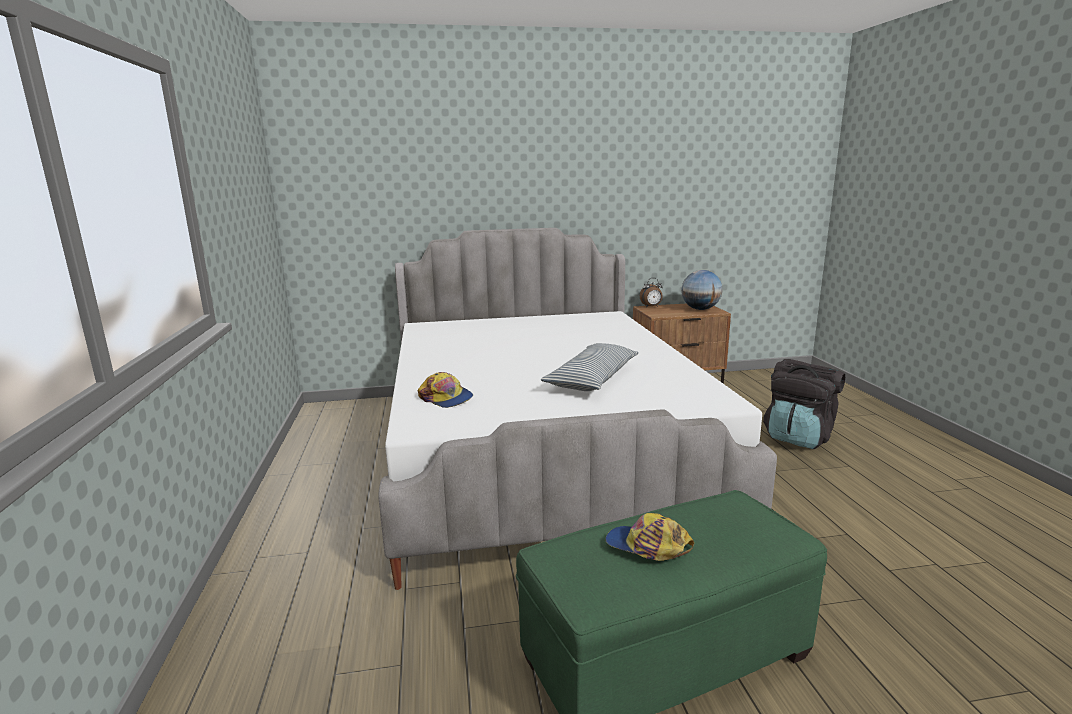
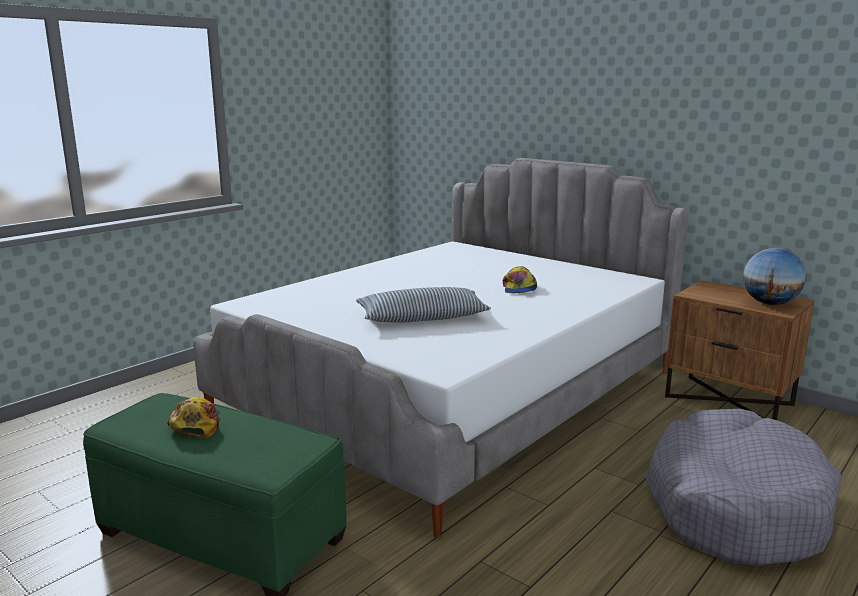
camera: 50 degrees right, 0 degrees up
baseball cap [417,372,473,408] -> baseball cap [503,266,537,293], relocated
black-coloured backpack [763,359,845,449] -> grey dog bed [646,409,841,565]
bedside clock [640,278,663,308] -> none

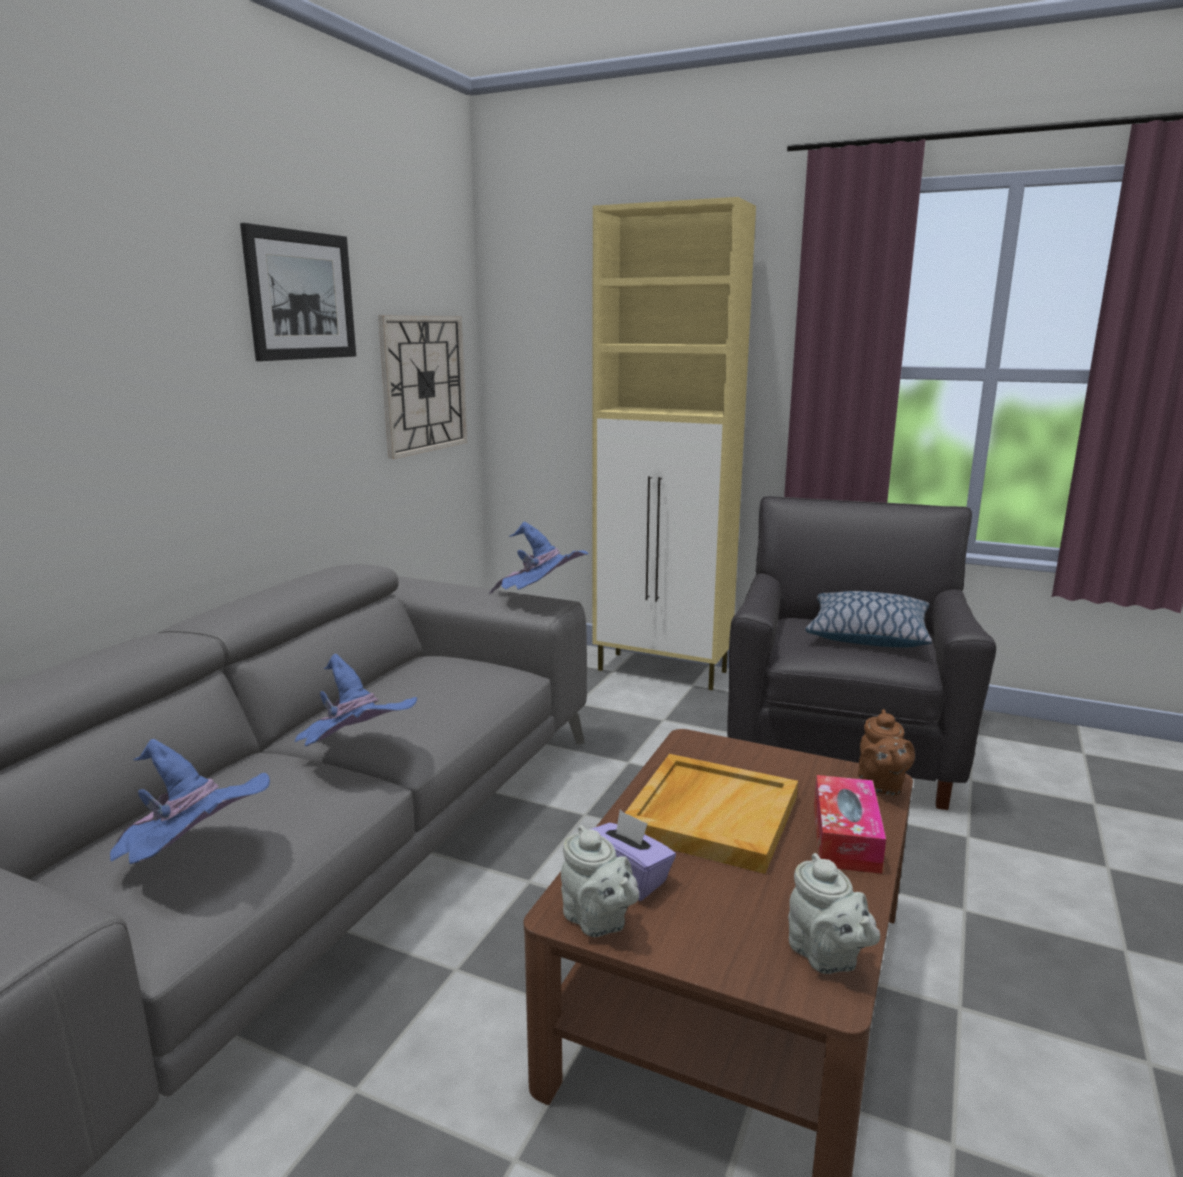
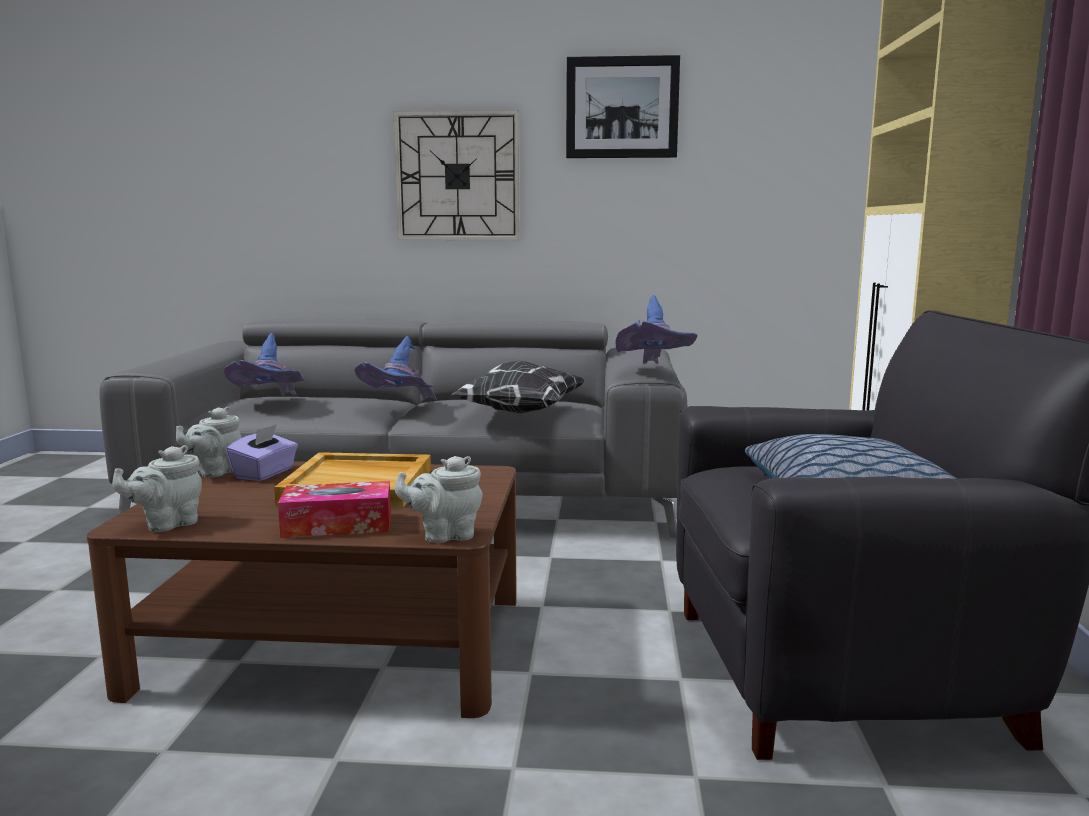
camera: 70 degrees right, 5 degrees down
wall clock [378,315,467,459] -> wall clock [393,110,520,240], relocated
brown-coloured pot for tea [858,709,915,796] -> grey pot for tea [395,456,483,543]
none -> cushion [452,361,585,413]

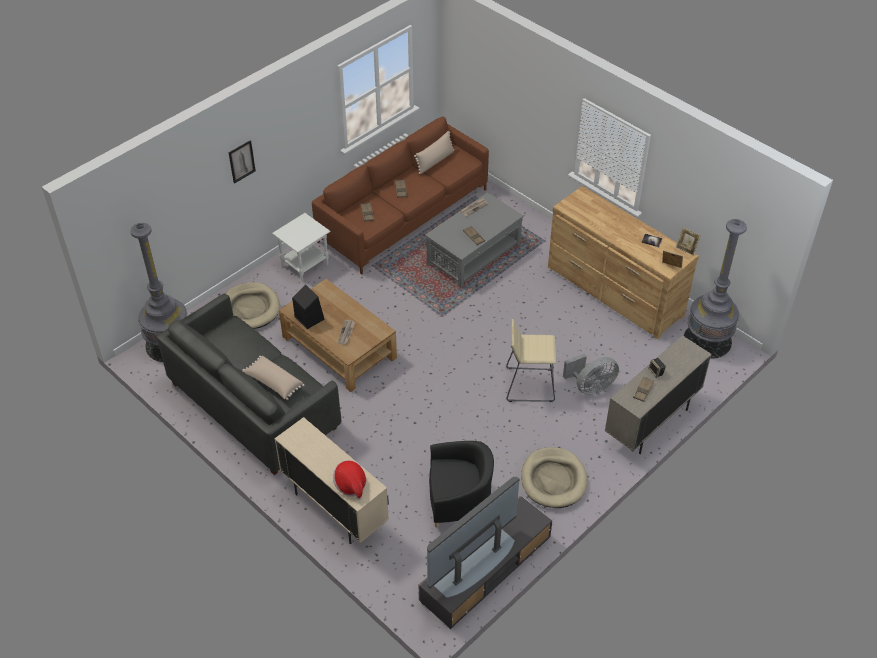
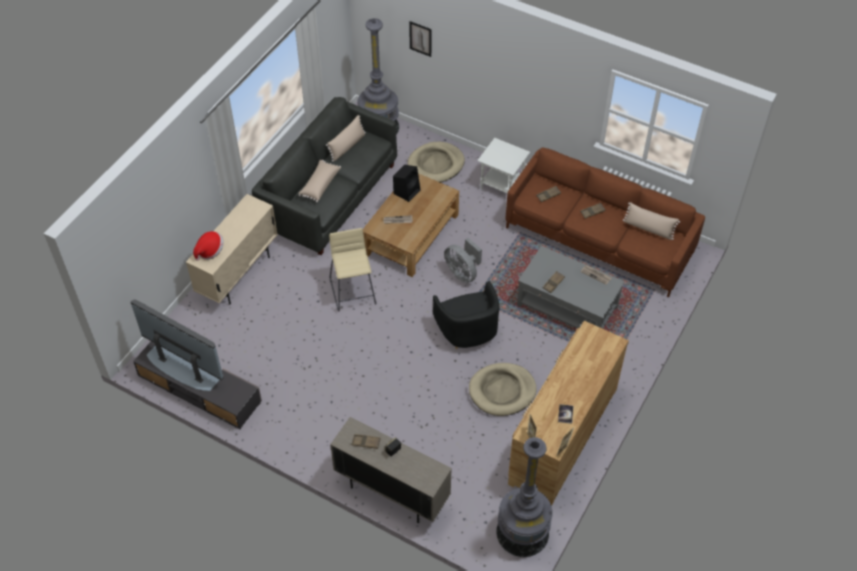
camera: 75 degrees right, 5 degrees up
none -> beige cushion [326,115,366,162]
beige sitting stool [506,319,556,402] -> beige sitting stool [329,228,377,311], relocated
wall picture [229,140,256,184] -> wall picture [409,21,431,57], relocated
black-coloured lounge chair [429,441,494,527] -> black-coloured lounge chair [433,281,499,349], relocated
grey fan [563,353,619,395] -> grey fan [444,238,482,283], relocated
beige dog bed [521,447,588,508] -> beige dog bed [469,363,537,416], relocated

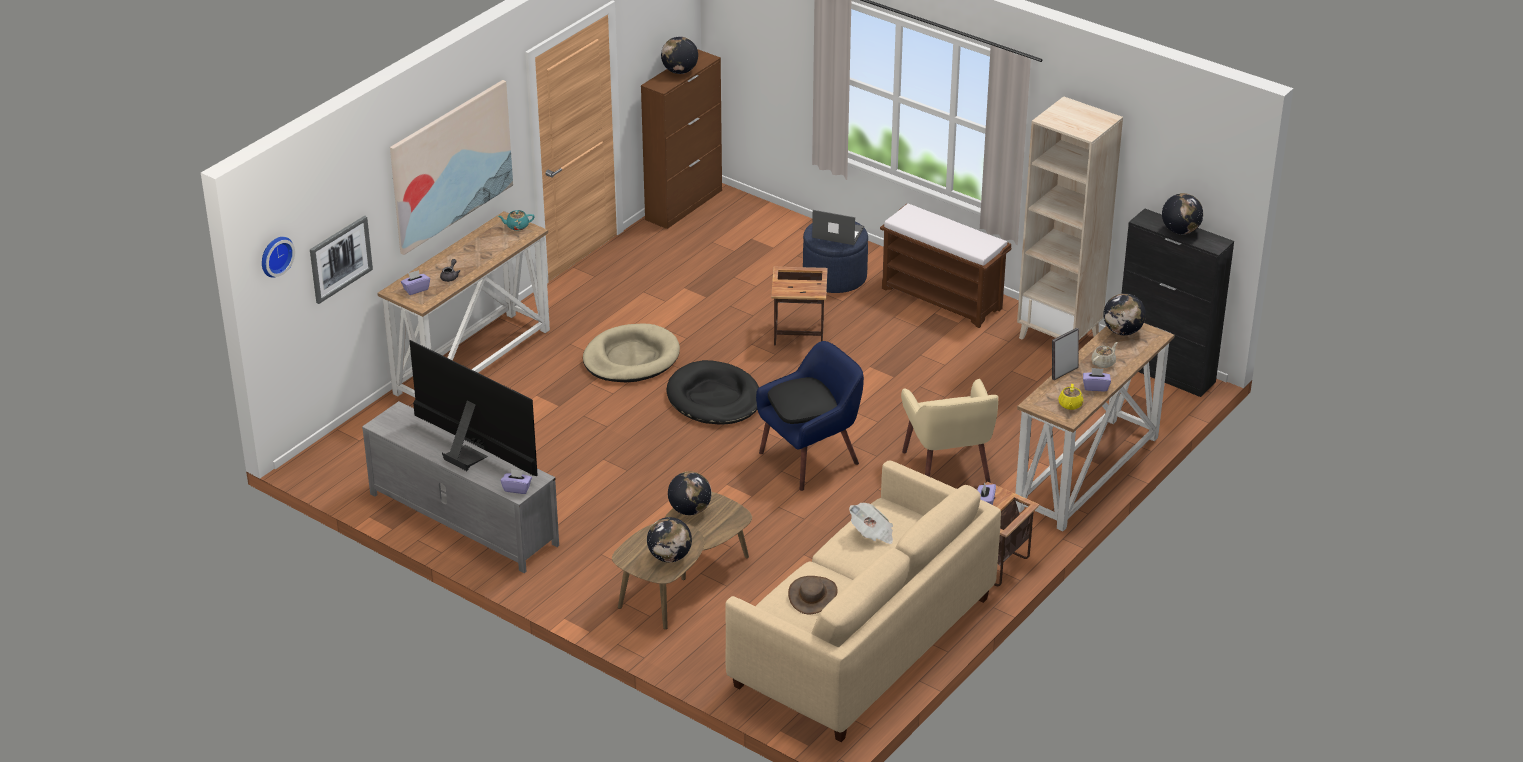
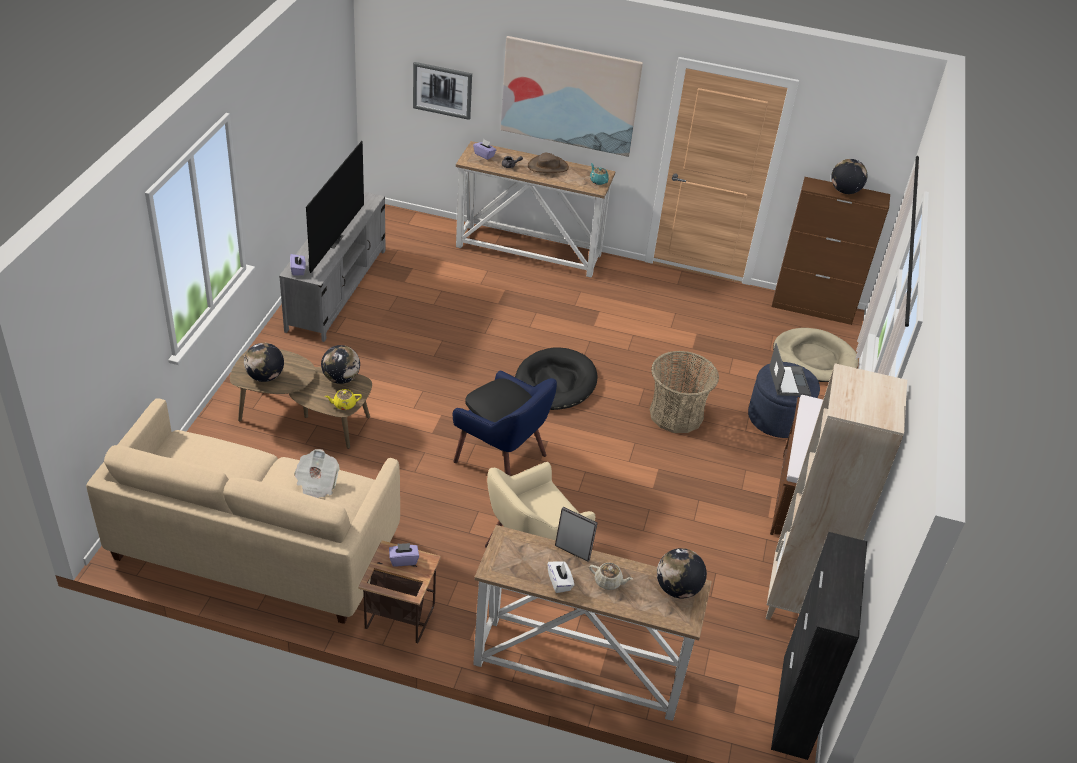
camera: 65 degrees right, 5 degrees up
yellowish pot for tea [1058,384,1084,410] -> yellowish pot for tea [325,389,362,410], relocated
brown-coloured hat [788,576,838,615] -> brown-coloured hat [528,153,569,173], relocated
purplish tissue box [1083,368,1111,391] -> white tissue box [548,562,574,593]
end table [771,267,828,346] -> storage basket [650,351,719,433]
beige dog bed [583,323,680,382] -> beige dog bed [773,328,859,382], relocated
wall clock [262,237,295,278] -> none
globe [1162,193,1204,234] -> none

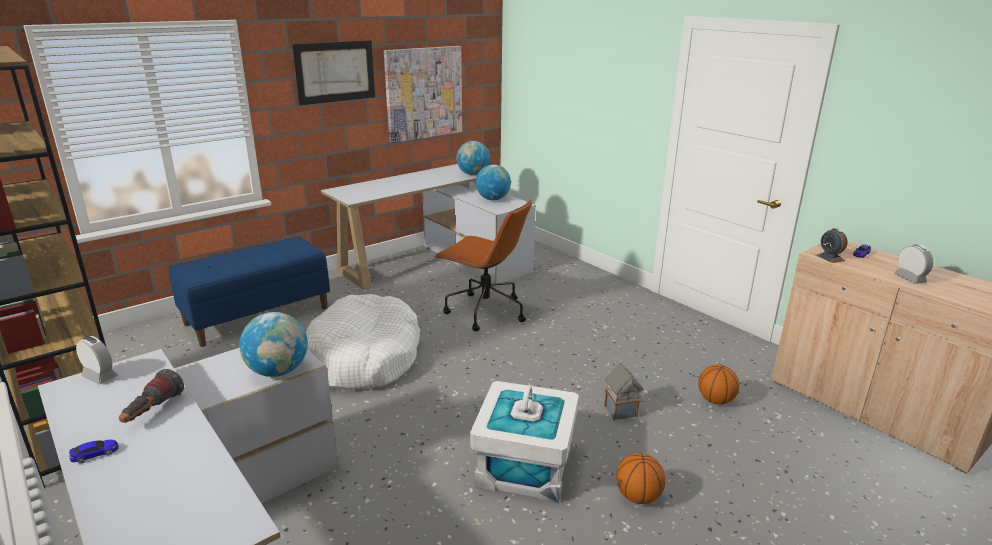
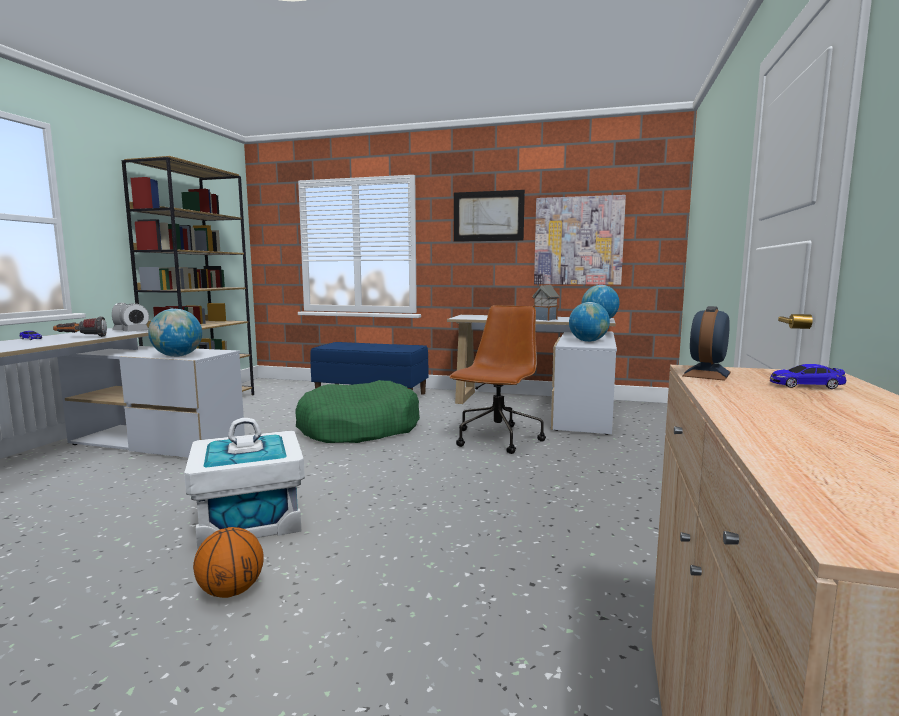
camera: 55 degrees right, 15 degrees down
bedside clock [894,244,933,284] -> bedside clock [120,303,149,332], relocated
white dog bed [306,294,420,390] -> greenish dog bed [295,380,420,443]
brown-coloured computer chair [434,200,532,331] -> brown-coloured computer chair [449,305,546,454], 150 degrees counterclockwise
toy house [604,362,644,421] -> toy house [532,284,560,321], relocated
basketball [698,364,740,405] -> none

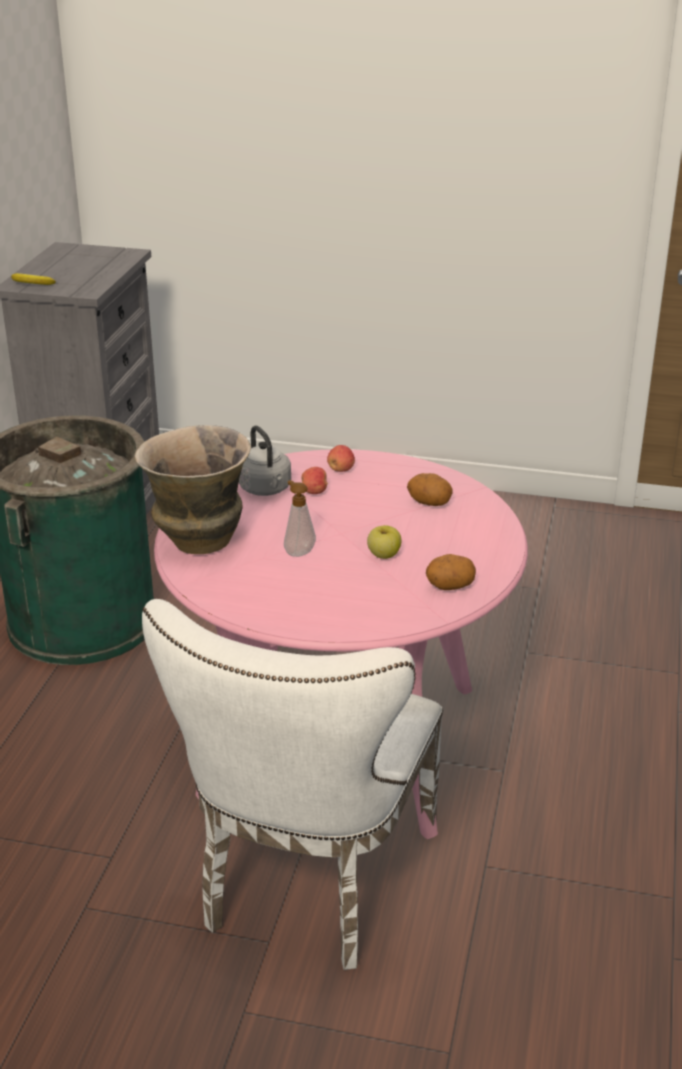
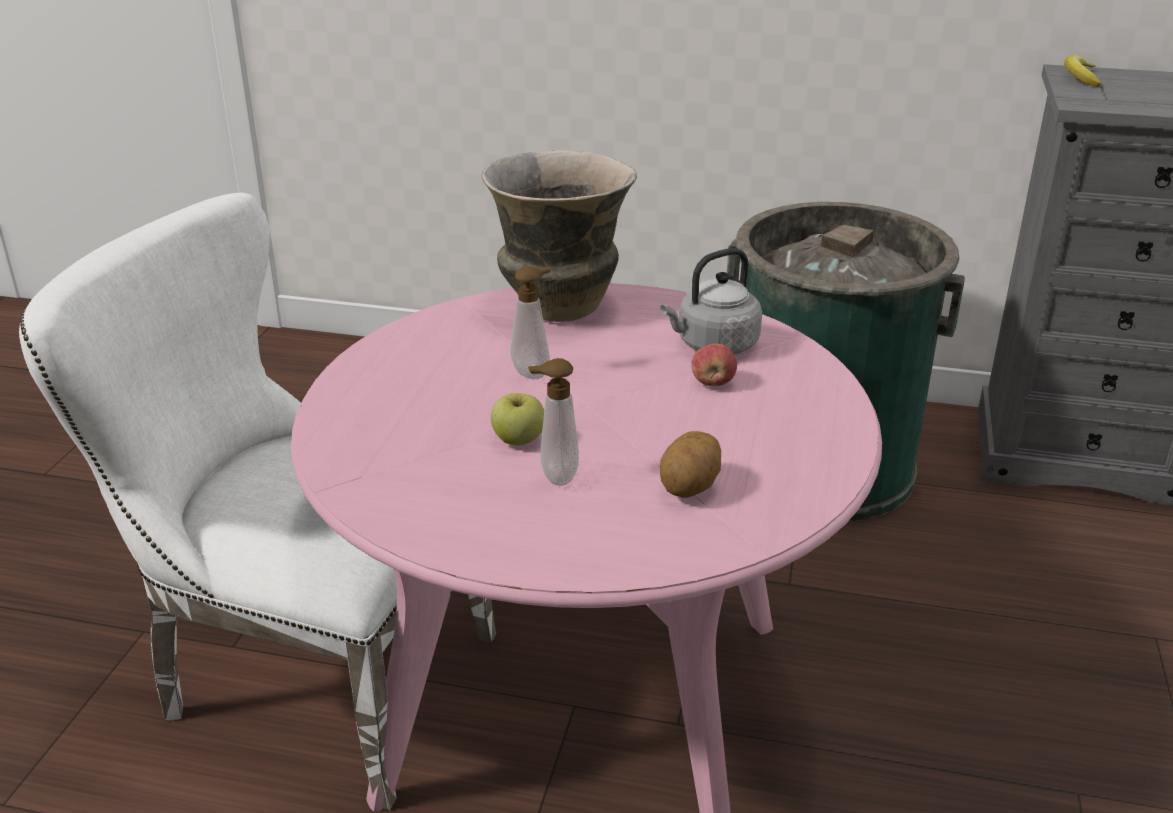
camera: 90 degrees right, 0 degrees up
none -> liquid soap bottle [528,358,579,486]
apple fruit [327,445,355,472] -> none
spud [426,554,476,590] -> none

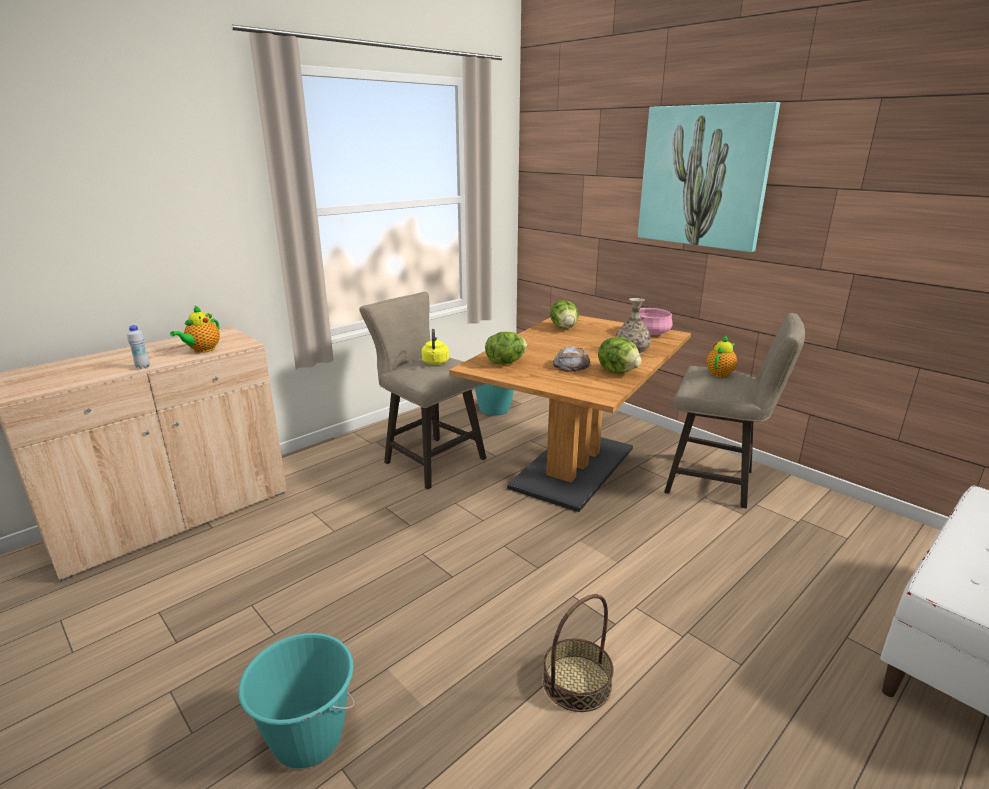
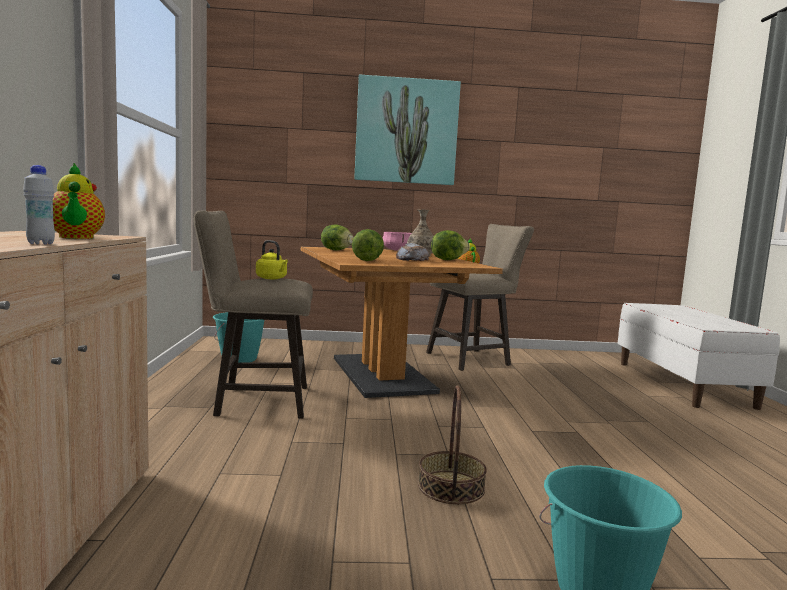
camera: 50 degrees left, 15 degrees down
storage basket [543,594,614,712] -> storage basket [418,385,487,504], relocated

